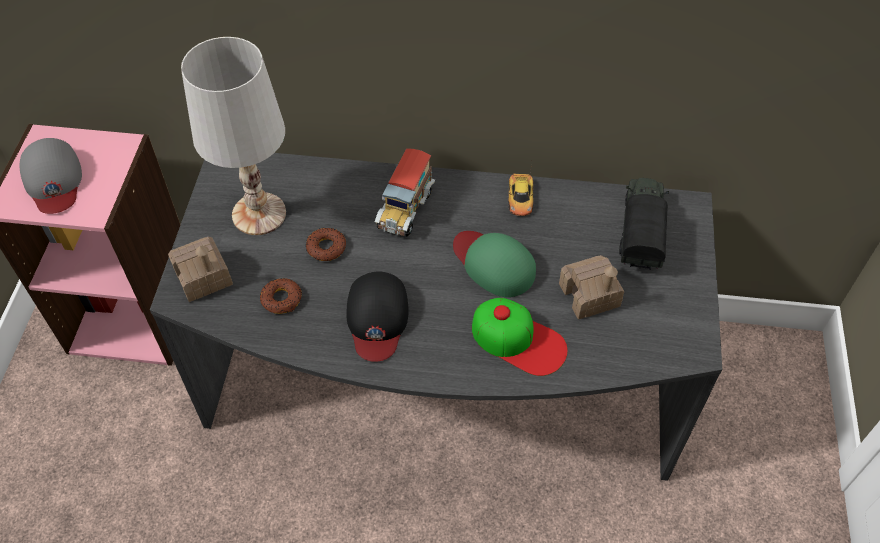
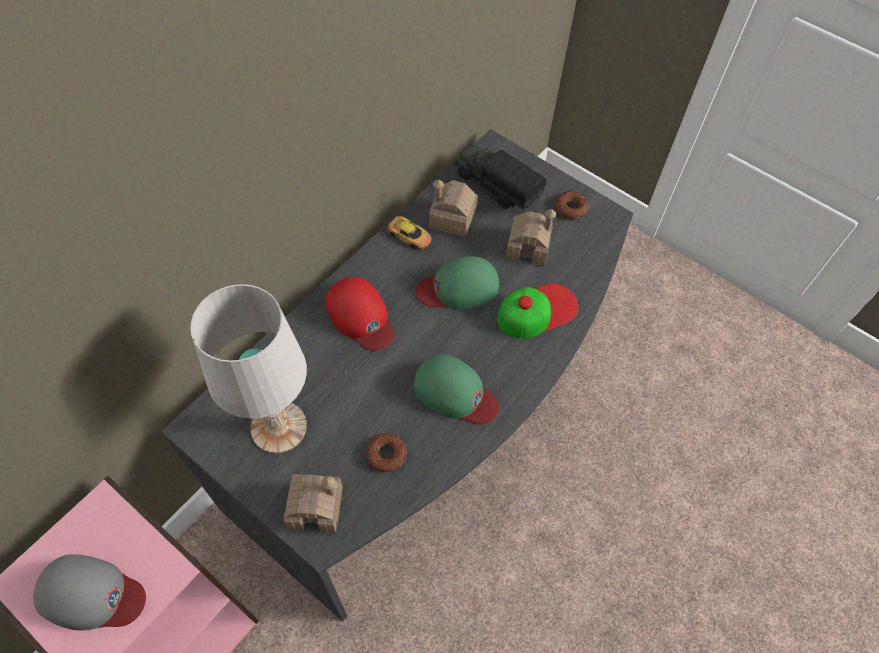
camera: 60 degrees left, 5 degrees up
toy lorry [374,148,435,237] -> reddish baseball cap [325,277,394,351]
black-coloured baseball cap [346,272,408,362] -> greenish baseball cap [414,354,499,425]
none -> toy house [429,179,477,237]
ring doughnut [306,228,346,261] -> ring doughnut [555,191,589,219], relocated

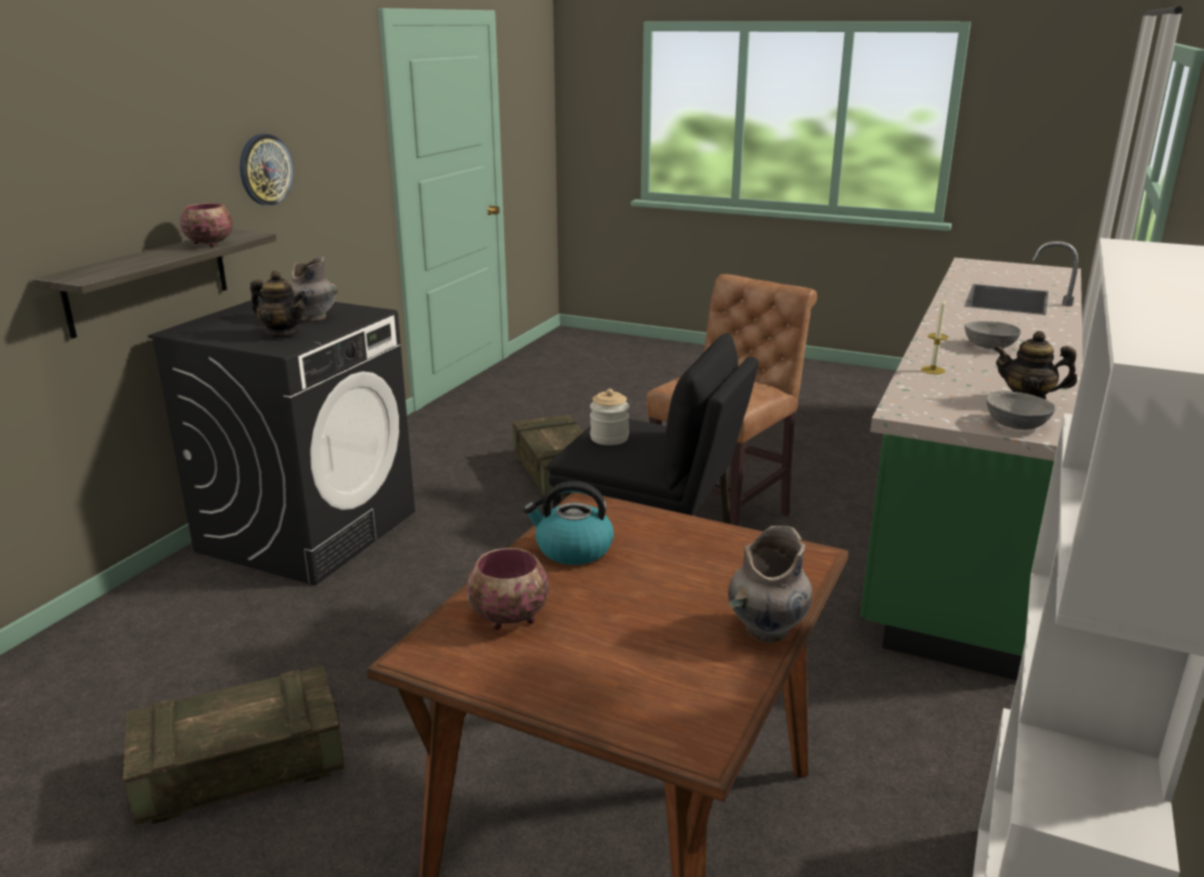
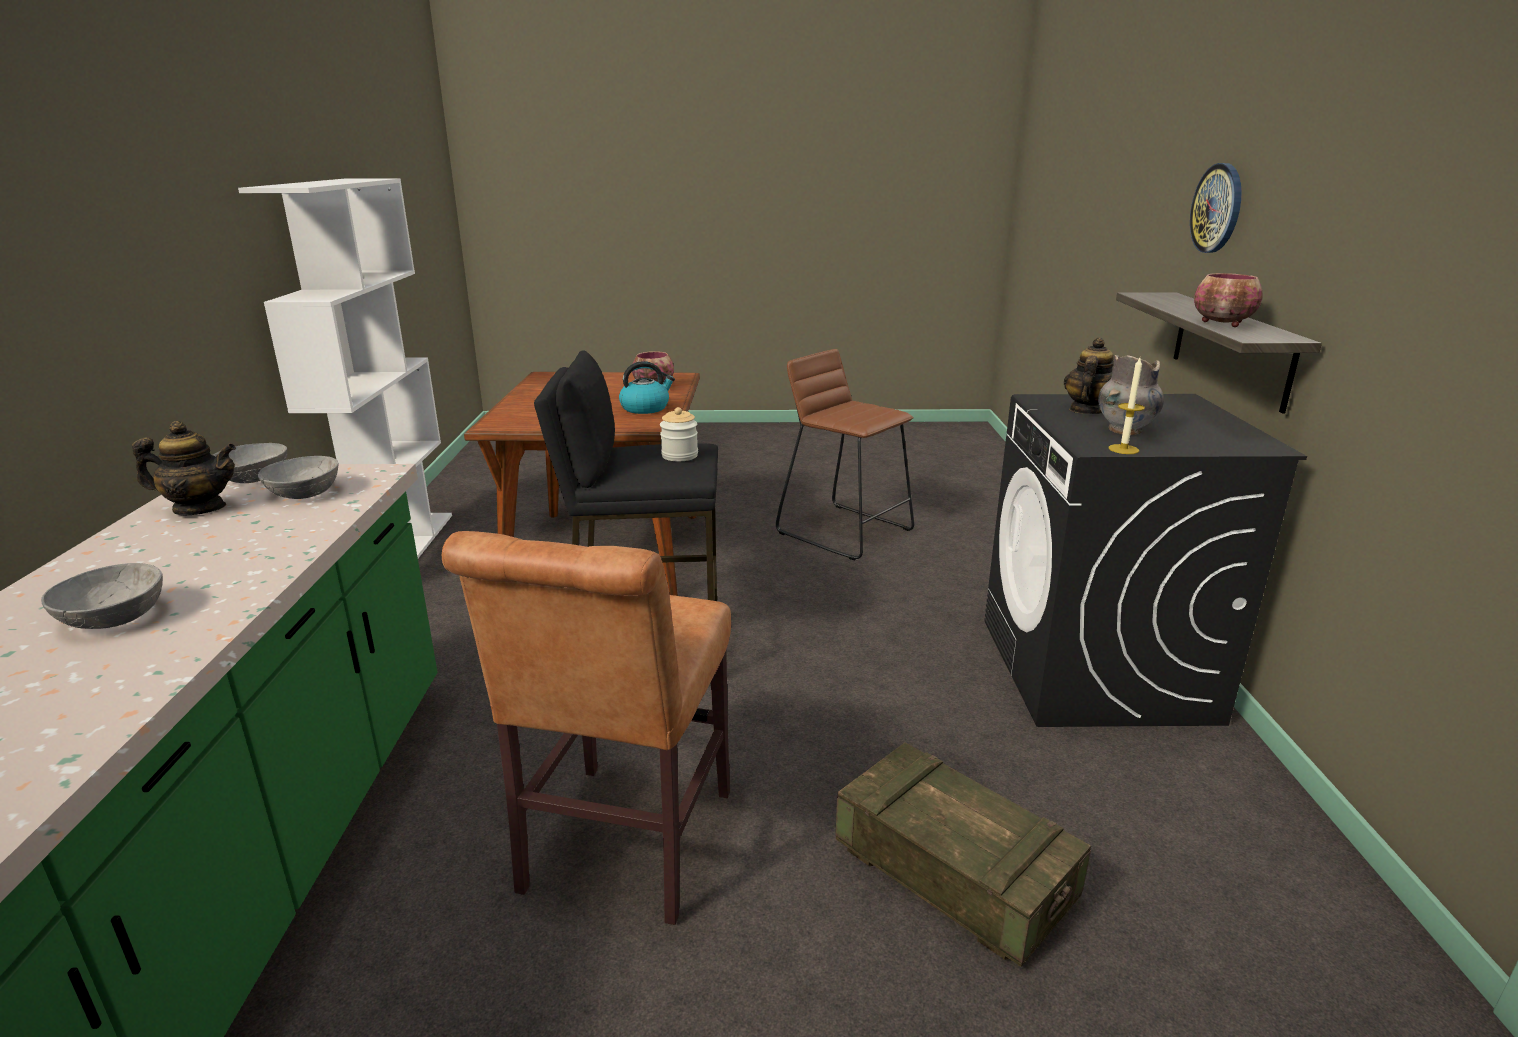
camera: 155 degrees right, 0 degrees up
none -> grey serving bowl [258,456,339,499]
packing crate [122,666,344,825] -> brown-coloured sitting stool [776,349,914,560]
pot for tea [250,271,306,338] -> pot for tea [1064,337,1114,414], 120 degrees clockwise
wax light [921,298,948,374] -> wax light [1108,358,1145,454], relocated
wall clock [240,134,293,206] -> wall clock [1190,163,1242,253], relocated
grey vase [728,526,813,643] -> none

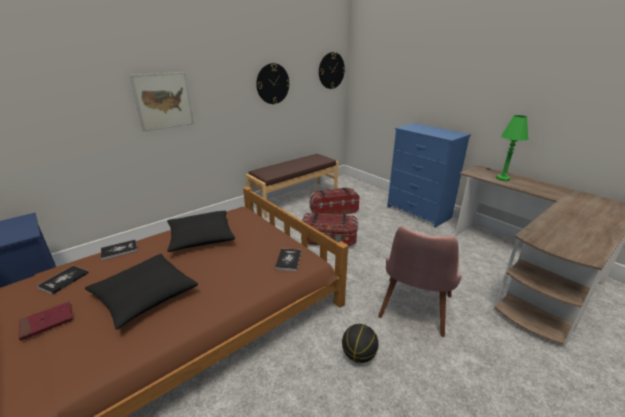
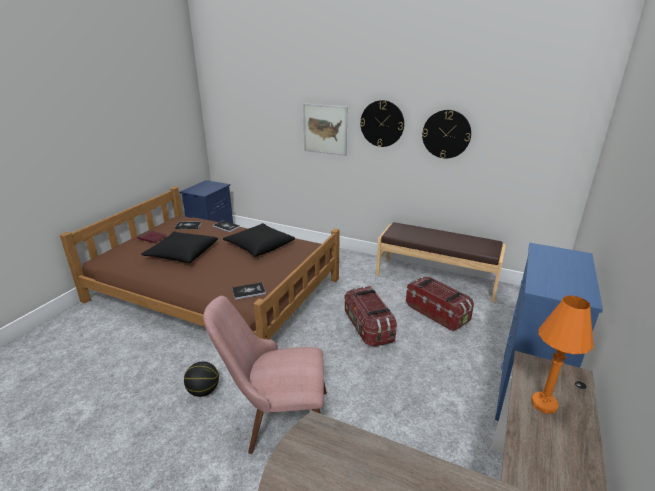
camera: 65 degrees right, 0 degrees up
wall clock [319,52,345,89] -> wall clock [360,100,404,147], relocated
greenish tabletop lamp [496,115,528,181] -> orange-coloured tabletop lamp [531,295,593,414]

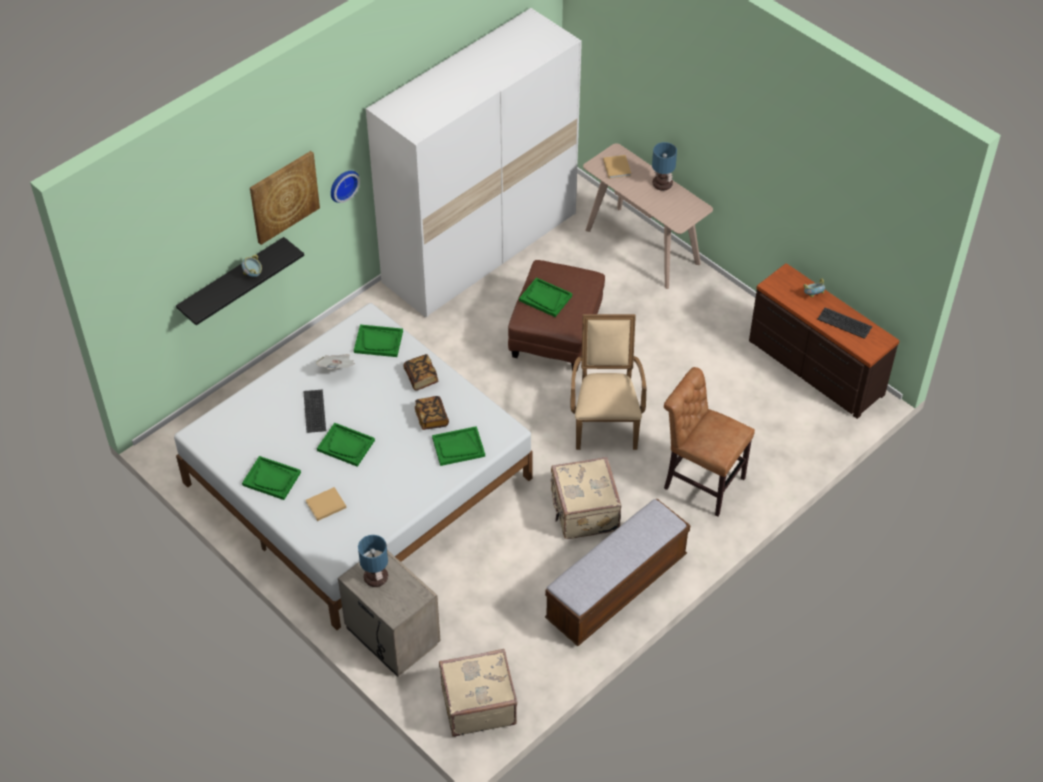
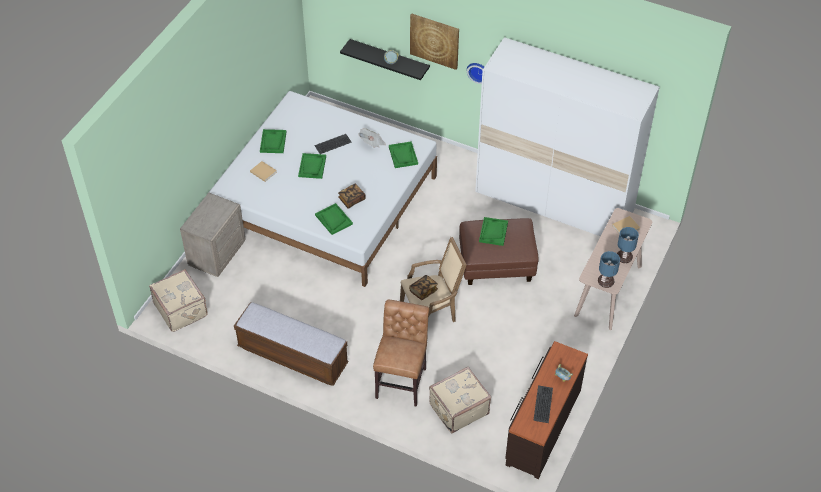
camera: 70 degrees right, 0 degrees up
bound book [403,354,439,391] -> bound book [409,275,438,300], relocated
beige piece of luggage [550,457,621,539] -> beige piece of luggage [429,367,491,433], relocated
tabletop lamp [358,535,388,587] -> tabletop lamp [598,251,620,288], relocated

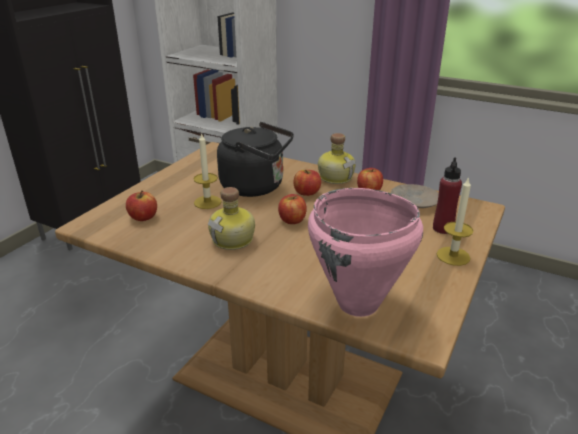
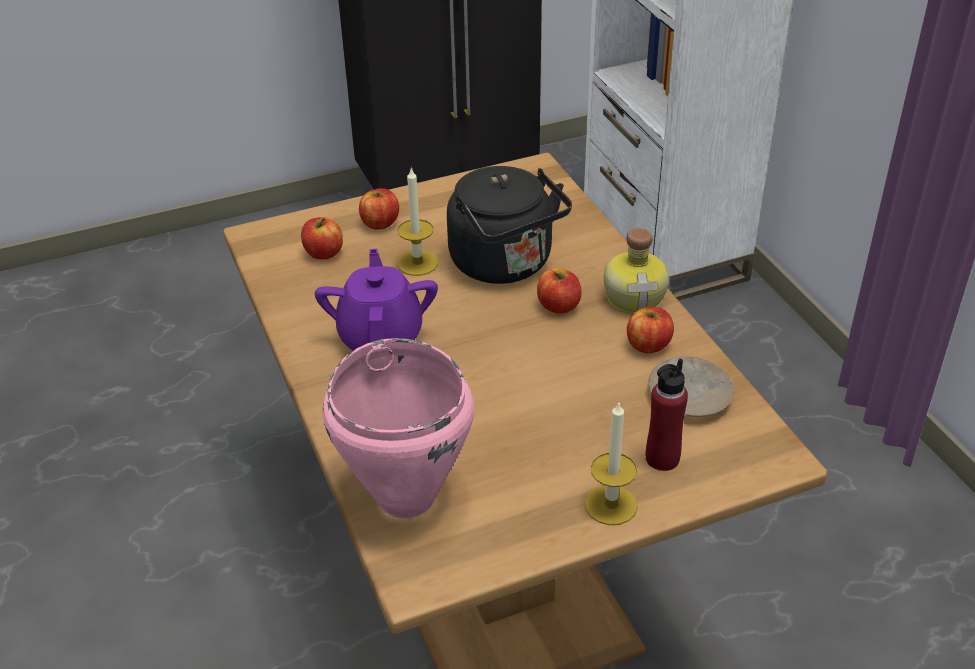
camera: 40 degrees right, 10 degrees up
beverage bottle [208,187,255,250] -> purplish pot for tea [315,249,438,350]
apple fruit [278,194,307,224] -> apple fruit [359,188,399,230], relocated

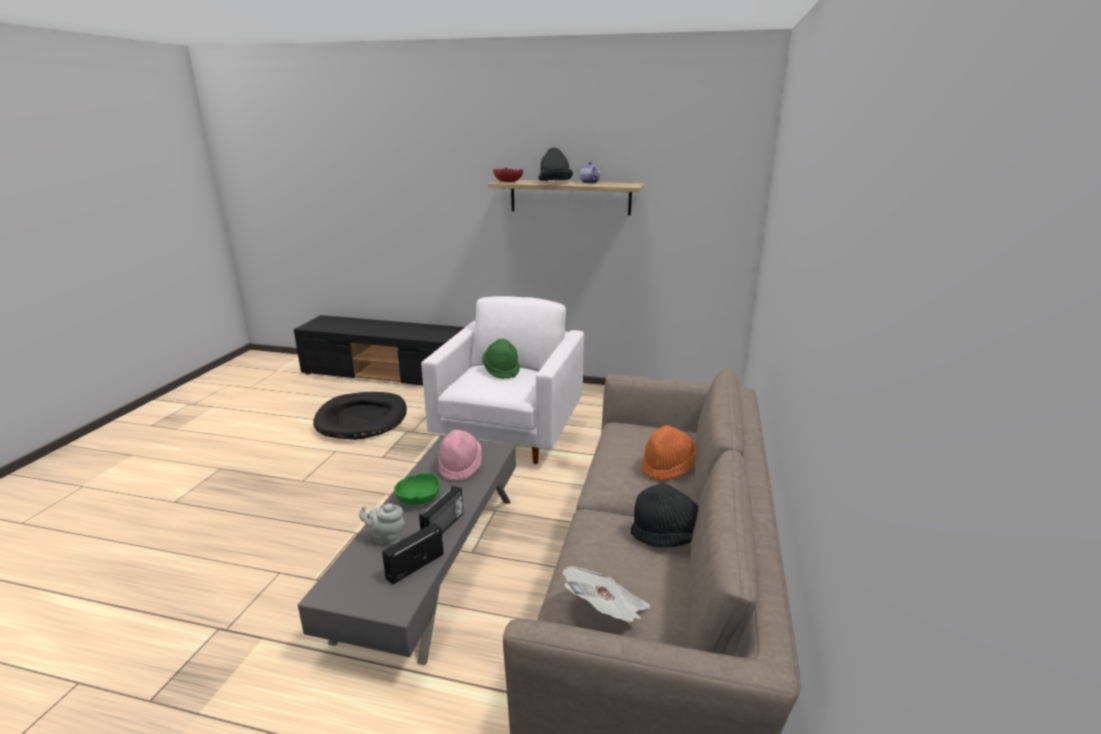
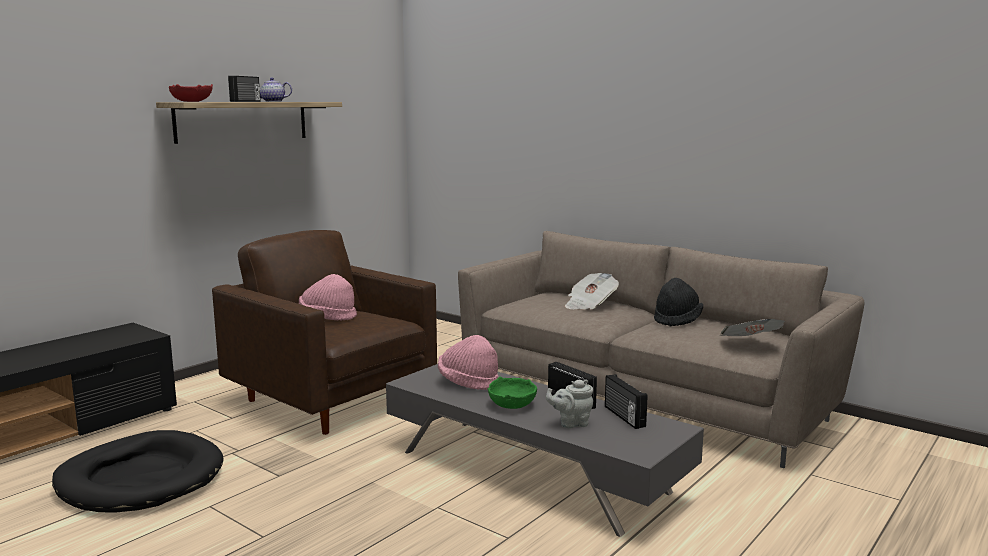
camera: 65 degrees left, 10 degrees down
white lounge chair [421,296,584,464] -> brown-coloured lounge chair [212,230,437,435]
black-coloured hat [538,147,573,181] -> radio [228,76,261,102]
greenish hat [482,339,520,379] -> pink hat [299,274,357,320]
grey pot for tea [359,503,405,546] -> grey pot for tea [546,380,593,428], 45 degrees clockwise
orange-coloured hat [642,425,697,481] -> daily paper [565,273,619,310]

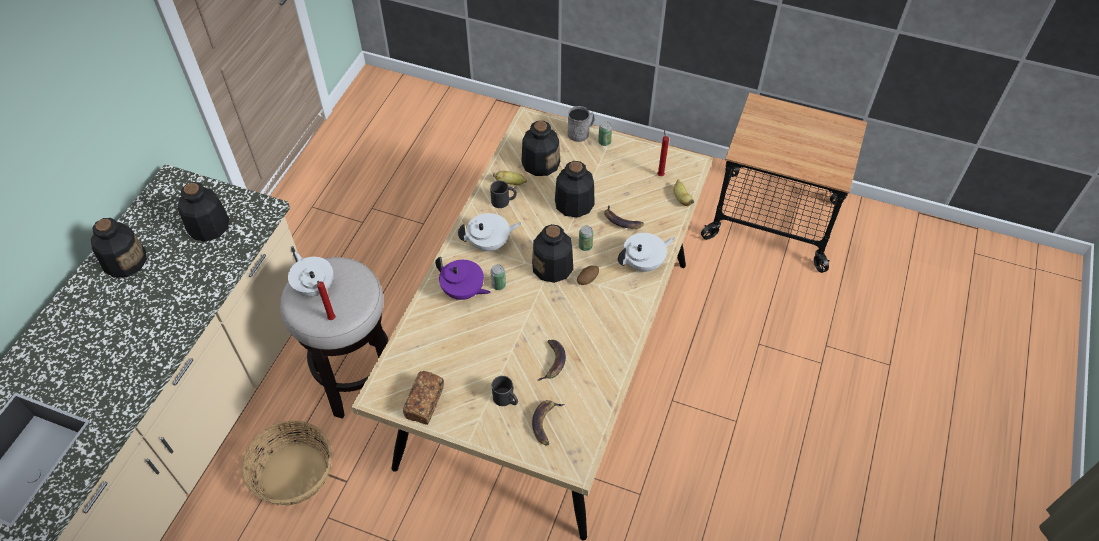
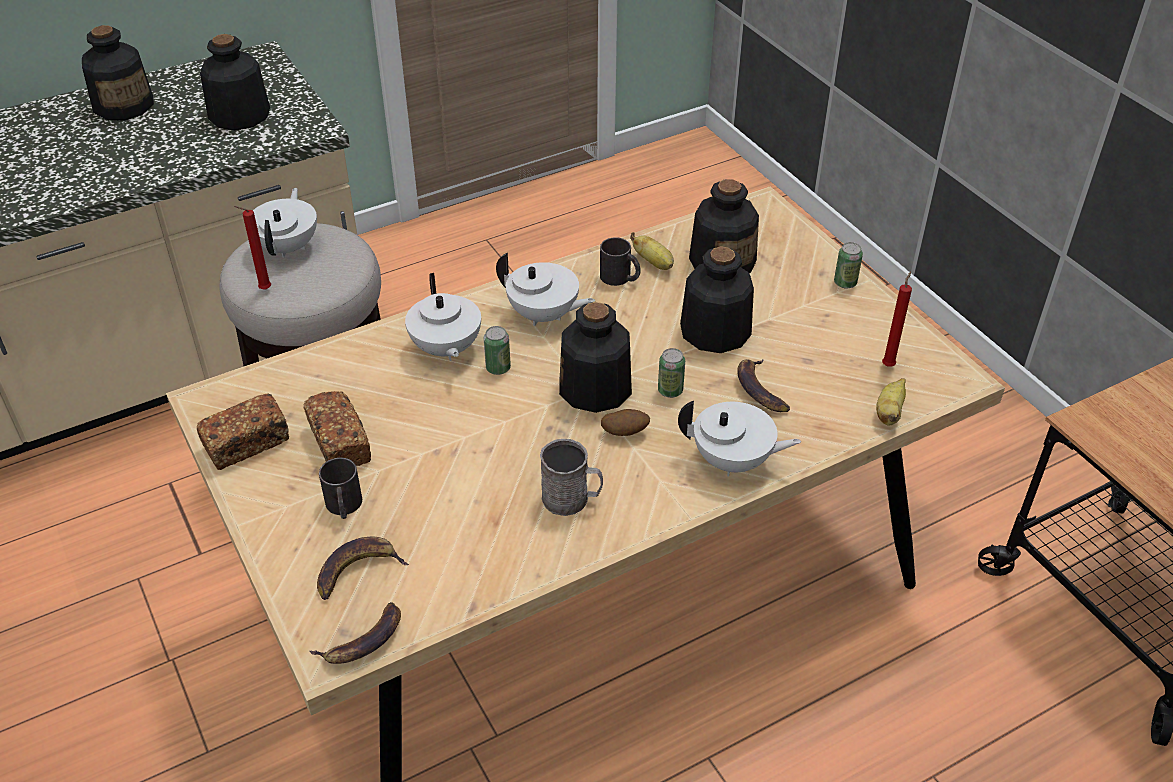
camera: 40 degrees right, 10 degrees down
none -> baked bread [304,391,371,466]
whole banana [537,340,566,381] -> whole banana [310,602,401,664], relocated
purplish pot for tea [435,257,491,300] -> white pot for tea [405,273,481,361]
grey coffee mug [568,106,595,142] -> grey coffee mug [540,439,603,516], relocated
storage basket [242,421,332,506] -> none

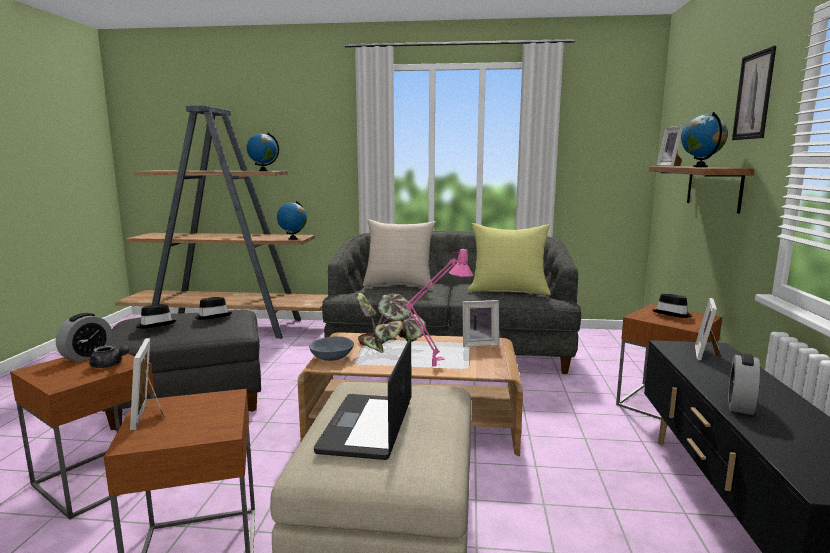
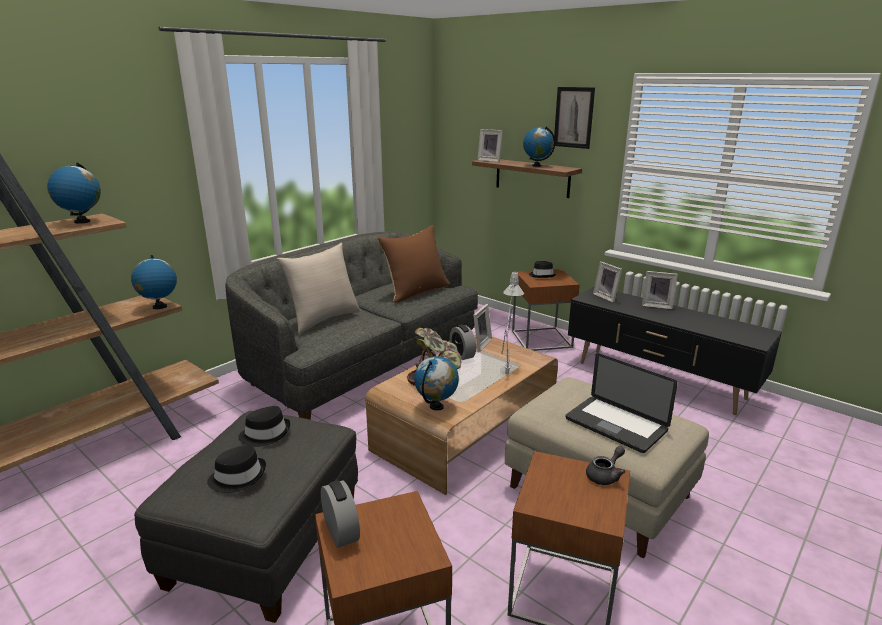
camera: 55 degrees left, 10 degrees up
yellowish cushion [468,223,551,295] -> brown-coloured cushion [377,225,450,303]
grey serving bowl [309,336,354,361] -> globe [414,356,459,411]
bedside clock [728,353,760,415] -> bedside clock [450,324,476,360], relocated
pink tabletop lamp [383,249,474,367] -> grey tabletop lamp [502,272,524,375]
grey pot for tea [89,345,130,368] -> grey pot for tea [586,446,625,485], relocated
picture frame [130,338,165,430] -> picture frame [642,271,678,309], relocated

